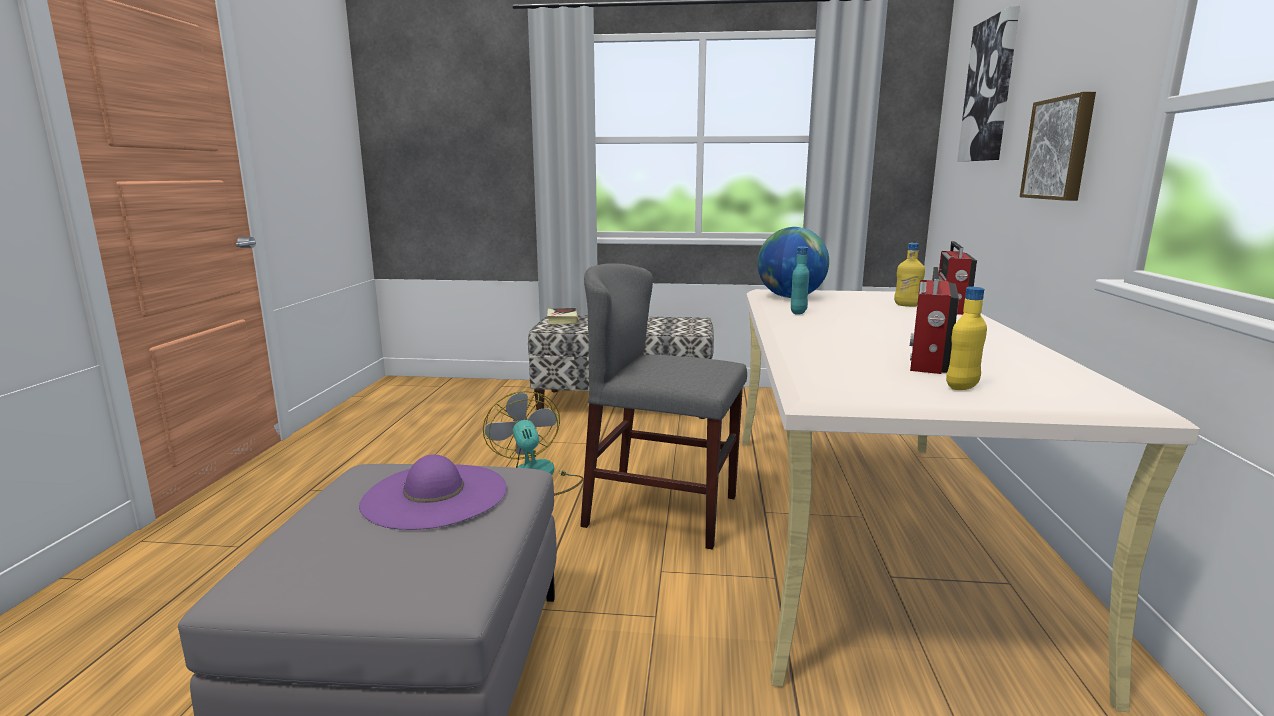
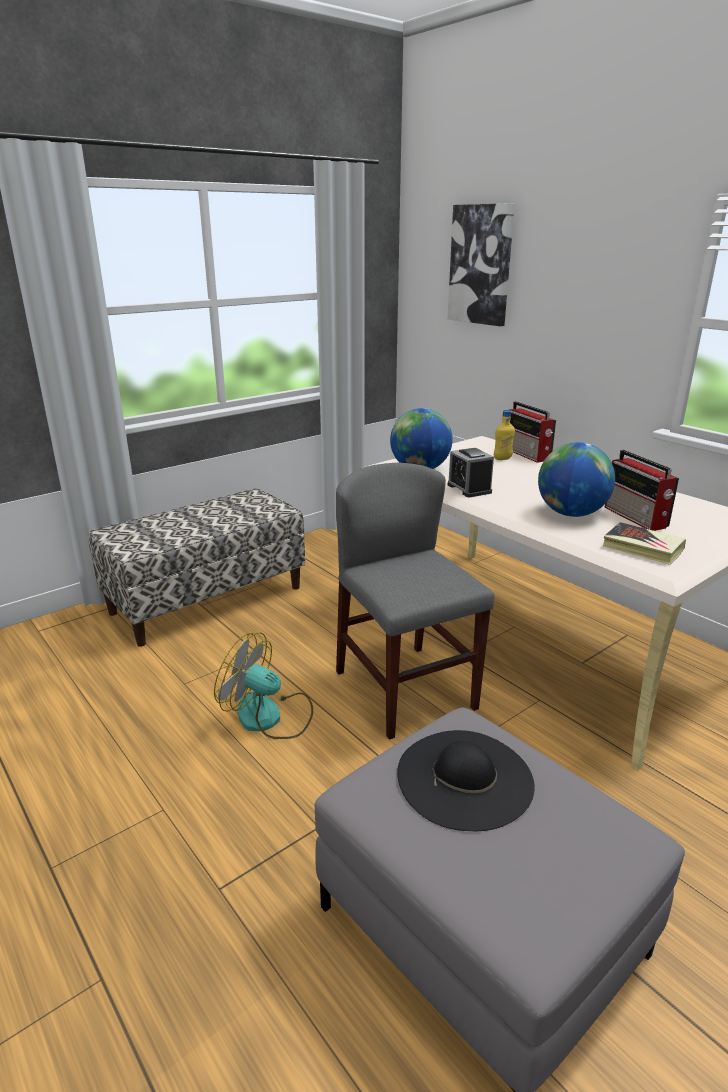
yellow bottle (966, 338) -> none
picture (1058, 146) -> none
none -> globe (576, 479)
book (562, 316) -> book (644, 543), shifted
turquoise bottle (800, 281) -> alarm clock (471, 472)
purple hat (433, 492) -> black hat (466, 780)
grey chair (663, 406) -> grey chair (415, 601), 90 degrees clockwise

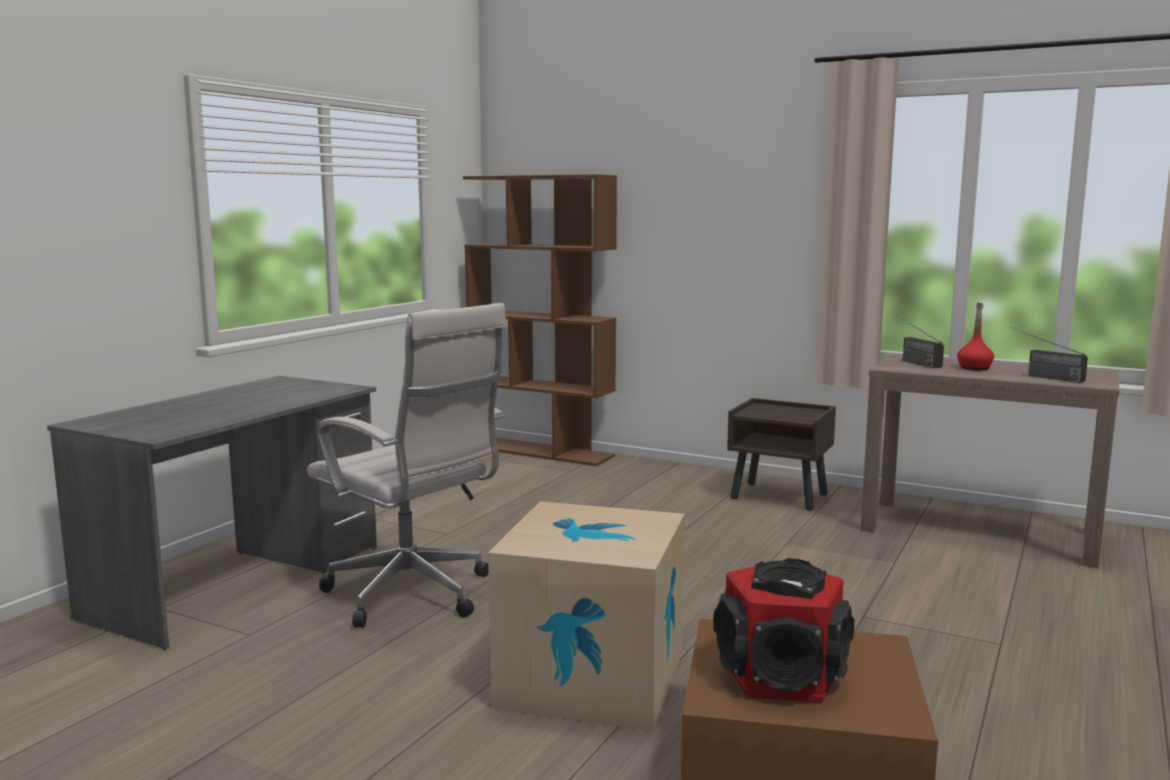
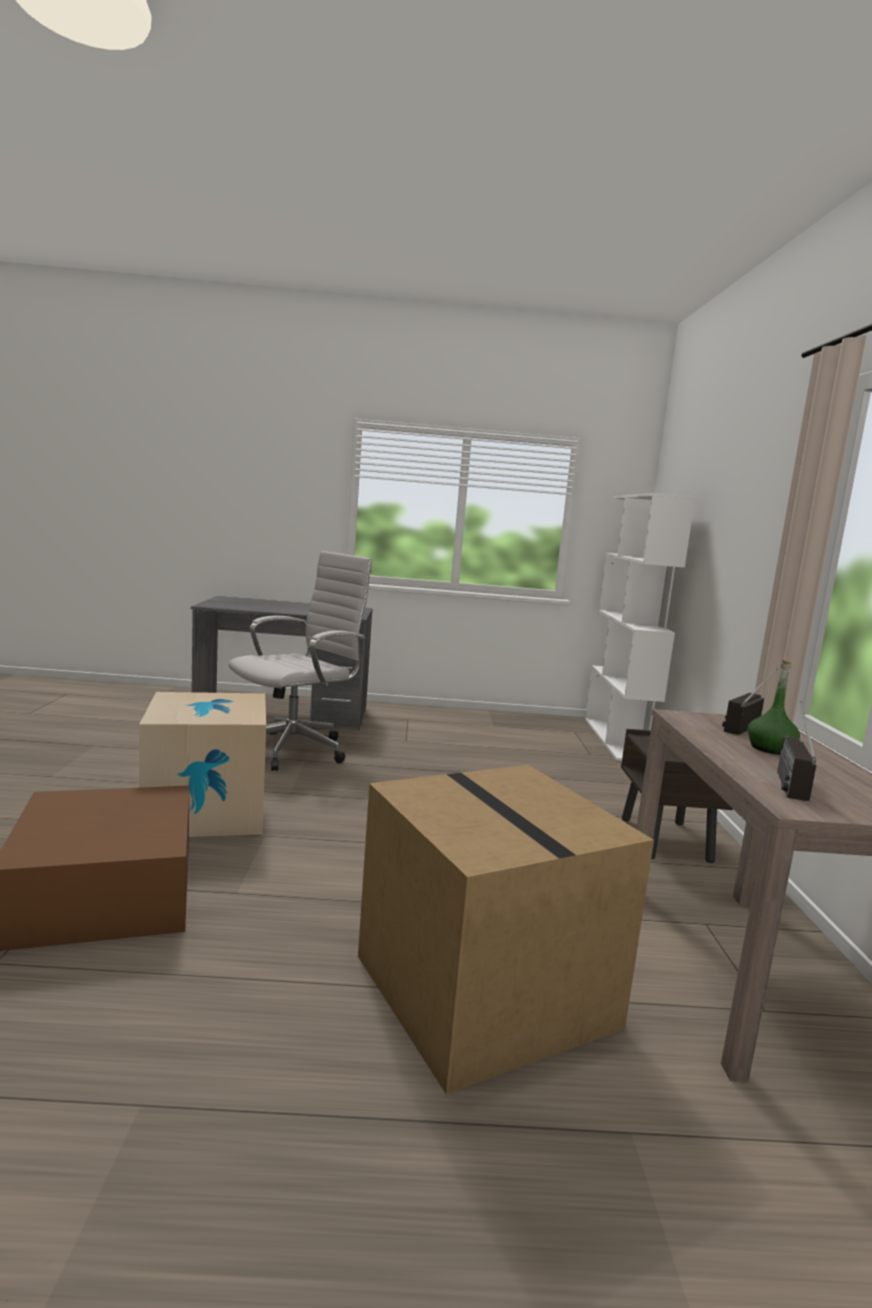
speaker (783, 630) -> none
none -> cardboard box (506, 929)
brown bookcase (540, 320) -> white bookcase (640, 627)
red bottle (975, 337) -> green bottle (774, 707)
white office chair (407, 465) -> white office chair (300, 661), 150 degrees counterclockwise

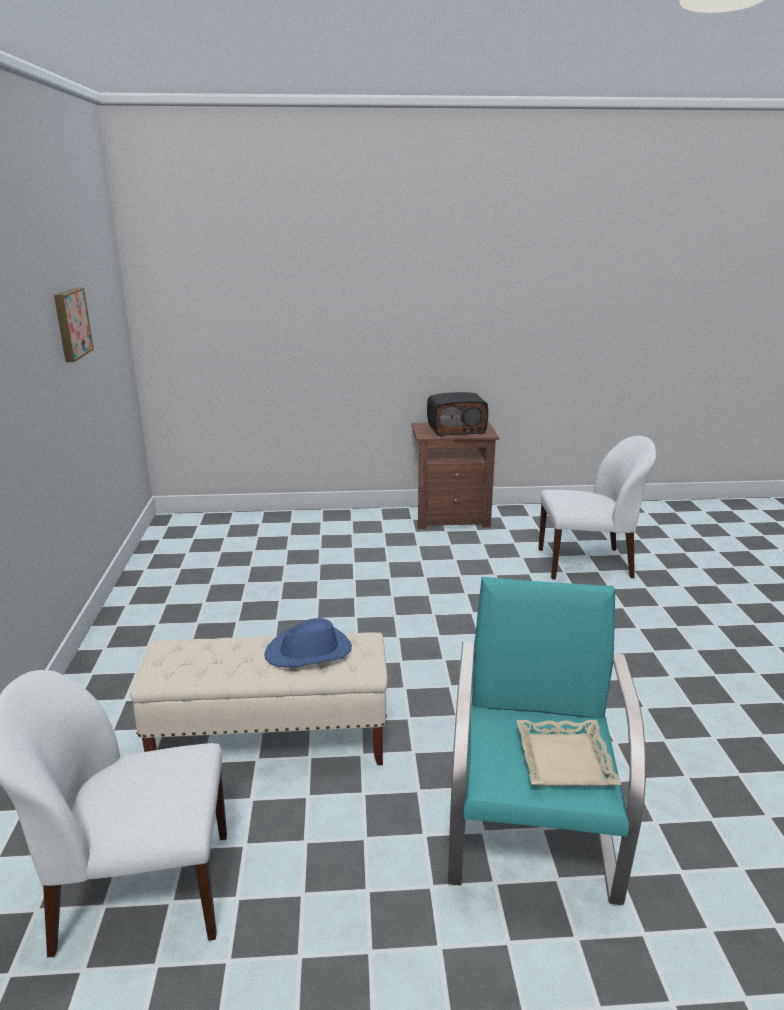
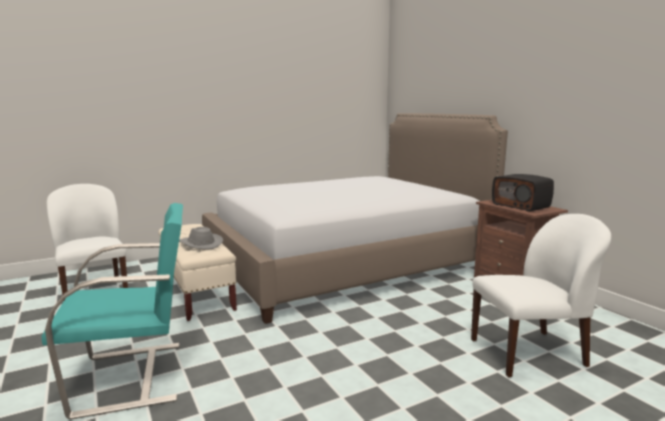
picture (74, 324) -> none
beige tray (569, 753) -> none
none -> bed (355, 218)
blue hat (308, 642) -> grey hat (201, 238)
white chair (597, 507) -> white chair (541, 295), 75 degrees counterclockwise

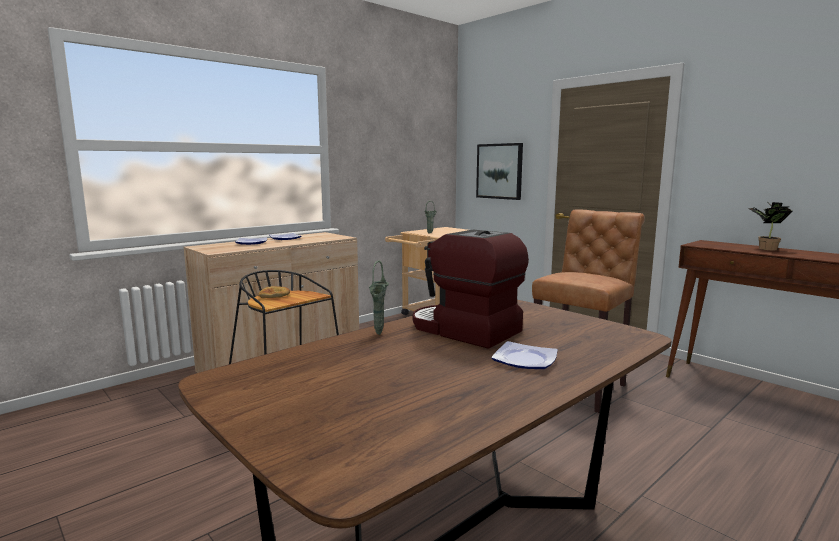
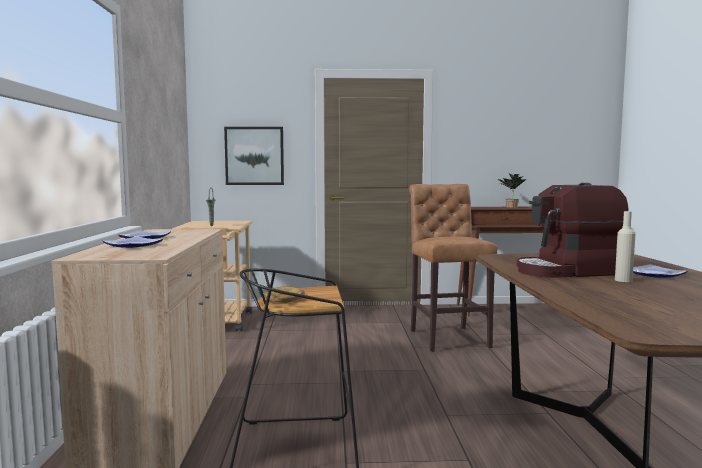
green vase (379, 297) -> none
none -> beige bottle (625, 246)

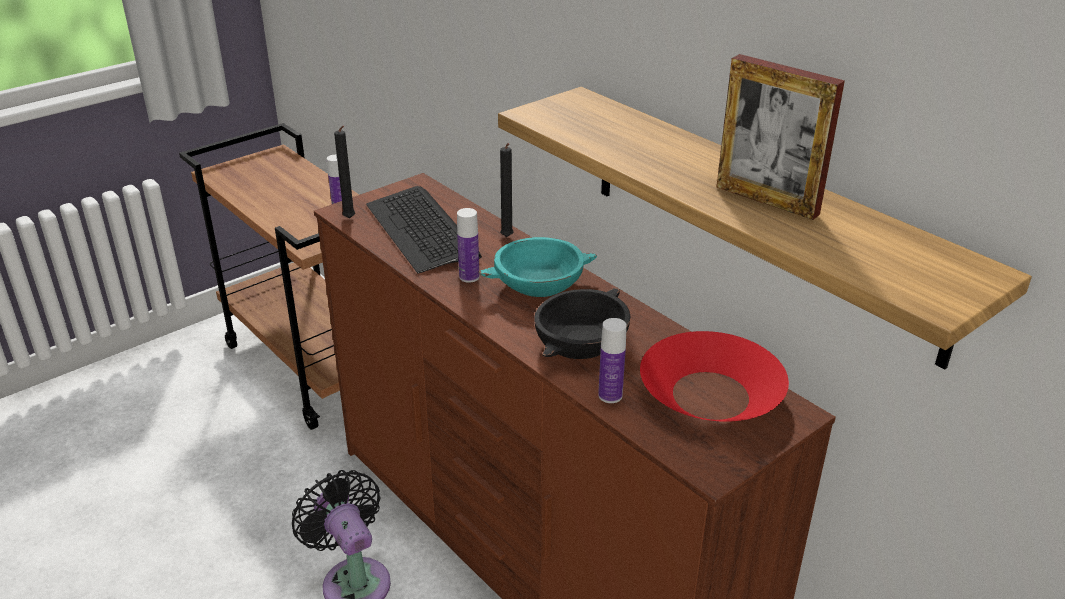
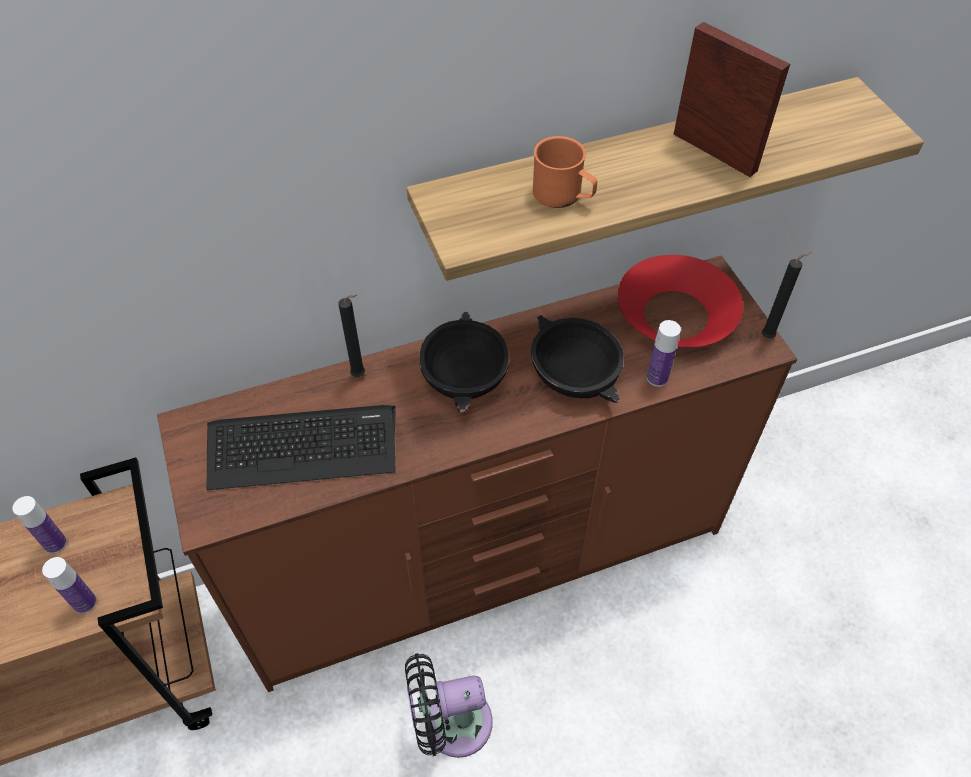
none -> orange mug (565, 172)
black candle (344, 172) -> black candle (787, 295), shifted
bottle (468, 245) -> bottle (69, 585), shifted
turquoise bowl (538, 267) -> black bowl (464, 362)
picture frame (781, 137) -> picture frame (731, 99), 105 degrees counterclockwise

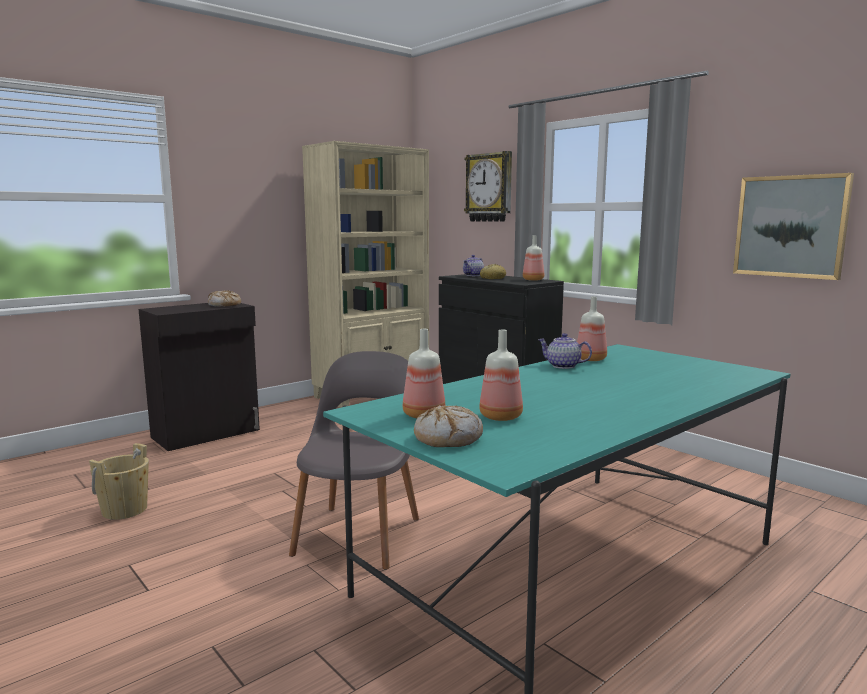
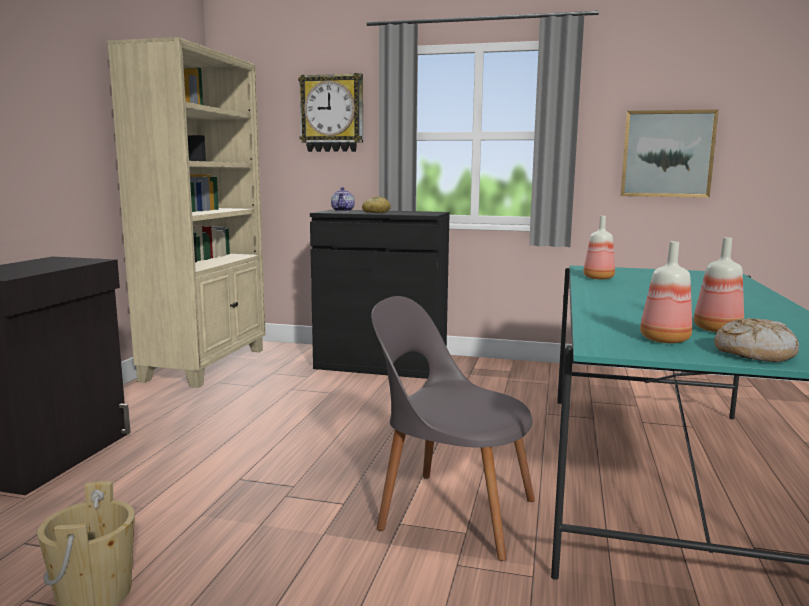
bread (224, 298) -> none
bottle (533, 258) -> none
teapot (565, 351) -> none
grey chair (354, 460) -> grey chair (453, 428), 45 degrees counterclockwise

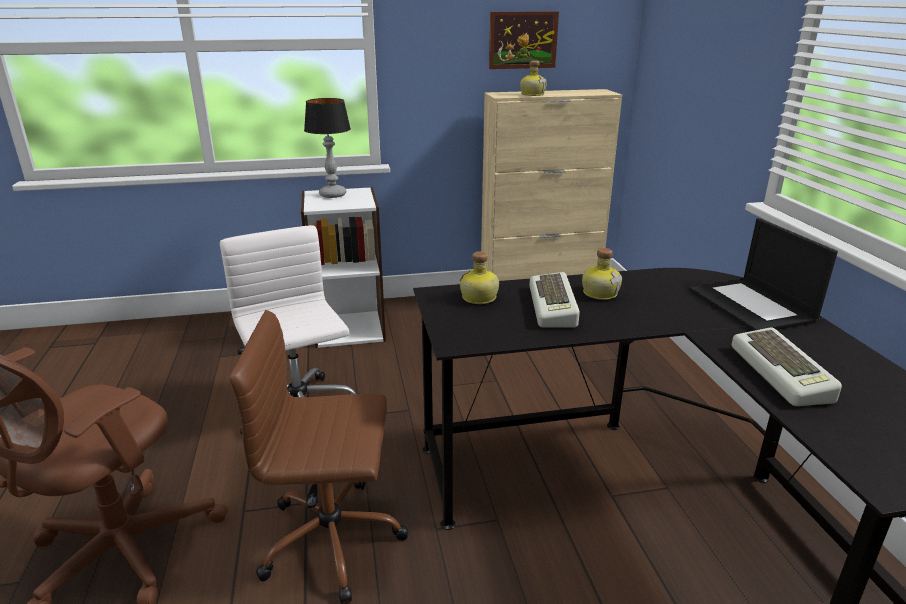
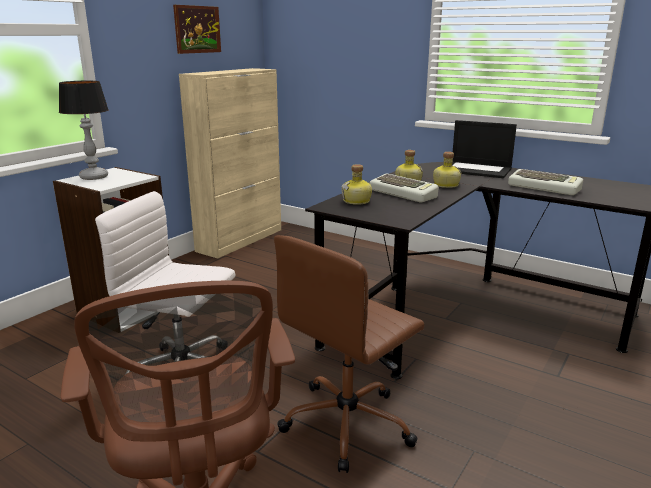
bottle (533, 78) -> bottle (447, 170), shifted

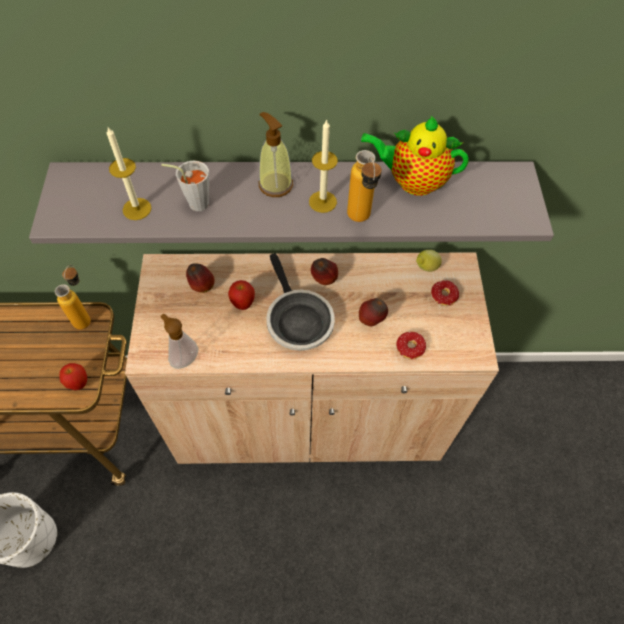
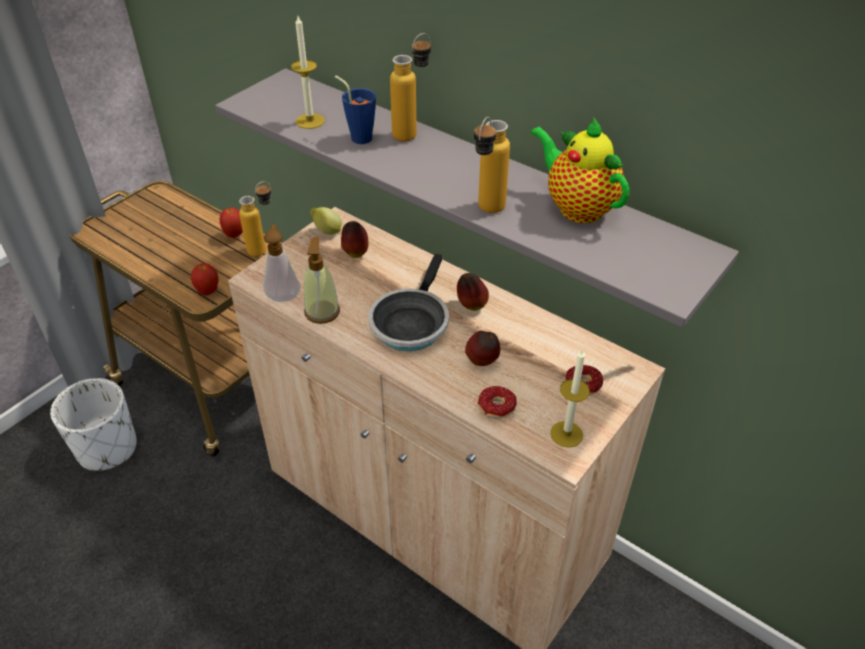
none -> bottle (410, 87)
apple (241, 295) -> apple (231, 223), shifted
soap dispenser (276, 154) -> soap dispenser (322, 280), shifted
candle (323, 166) -> candle (570, 398), shifted
lemon (429, 261) -> lemon (326, 221), shifted
grey cup (185, 185) -> blue cup (355, 109)

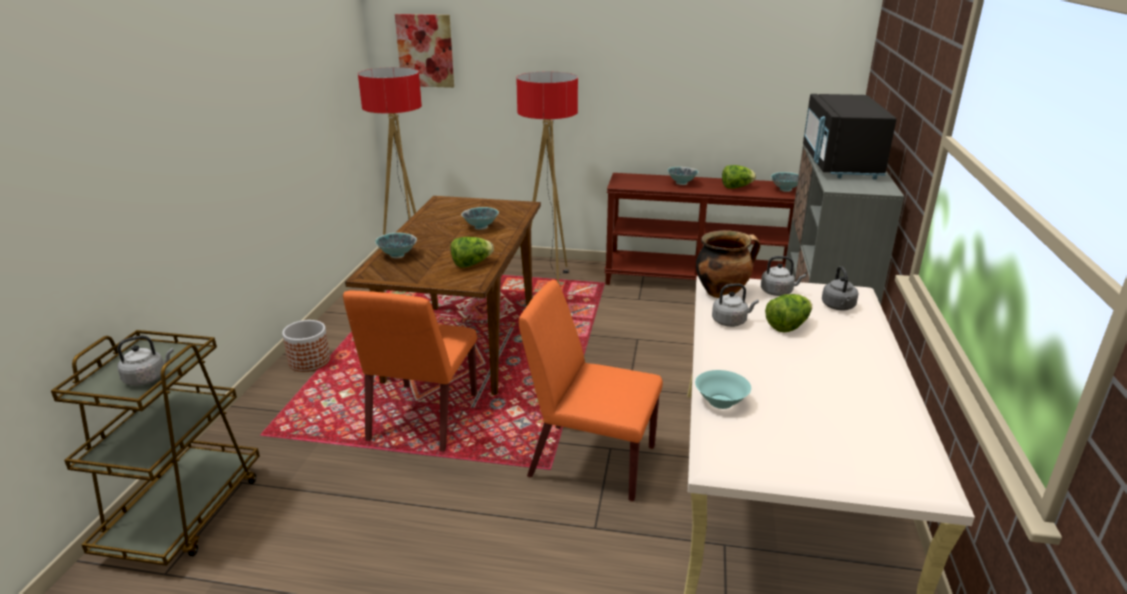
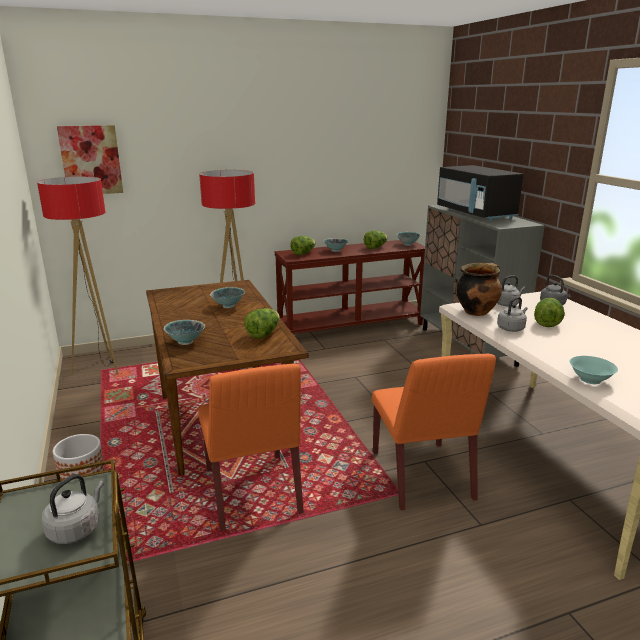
none -> lettuce (303, 245)
orange chair (590, 390) -> orange chair (434, 432), 90 degrees counterclockwise

